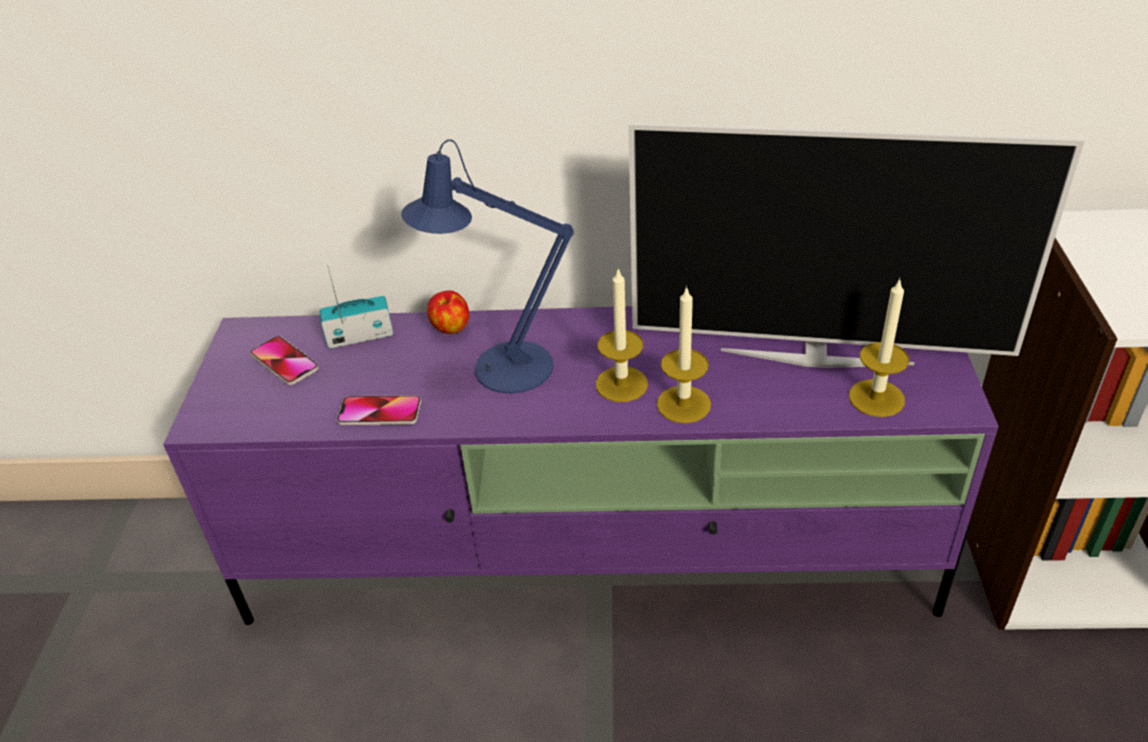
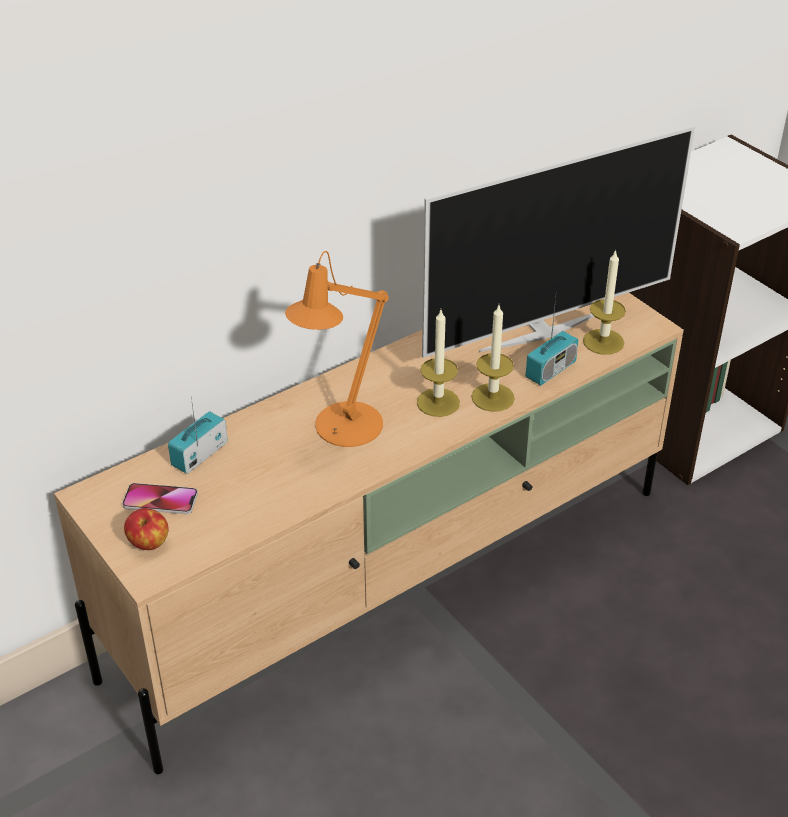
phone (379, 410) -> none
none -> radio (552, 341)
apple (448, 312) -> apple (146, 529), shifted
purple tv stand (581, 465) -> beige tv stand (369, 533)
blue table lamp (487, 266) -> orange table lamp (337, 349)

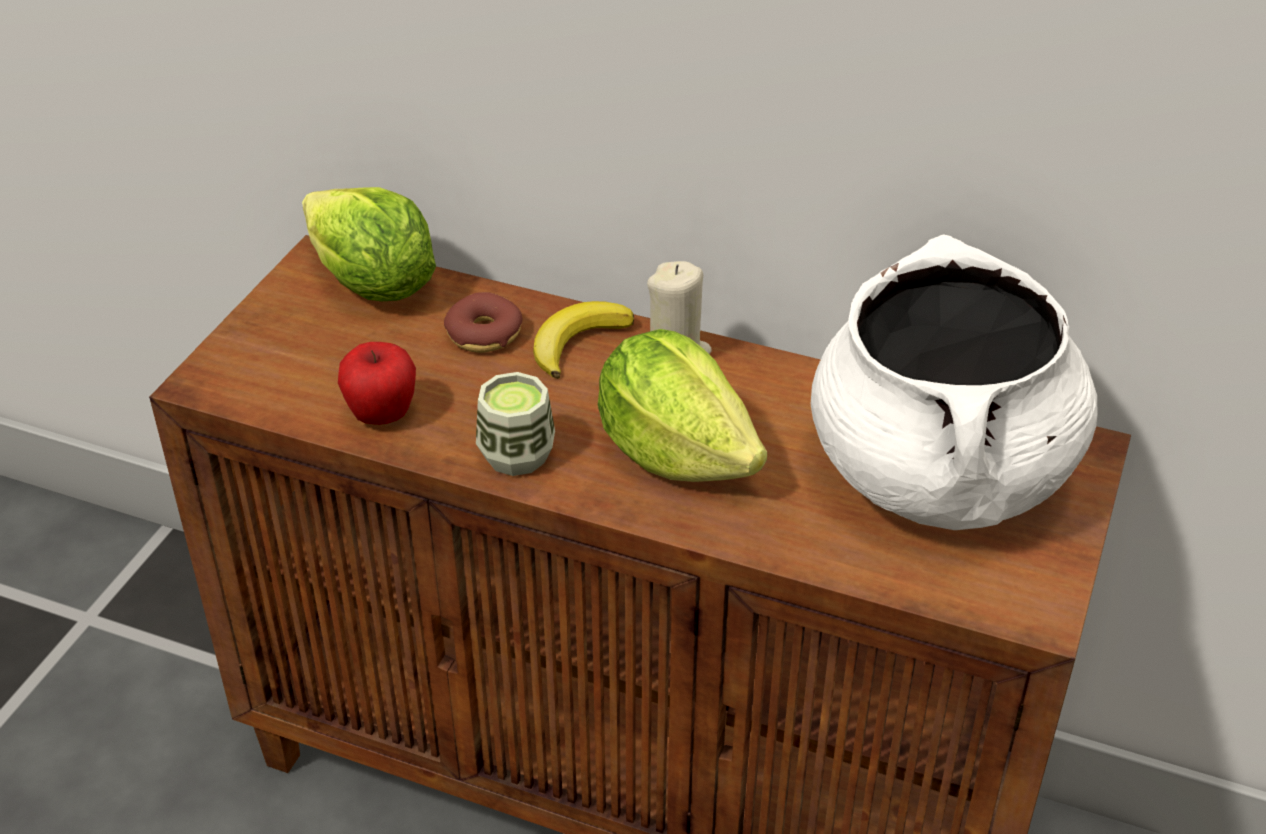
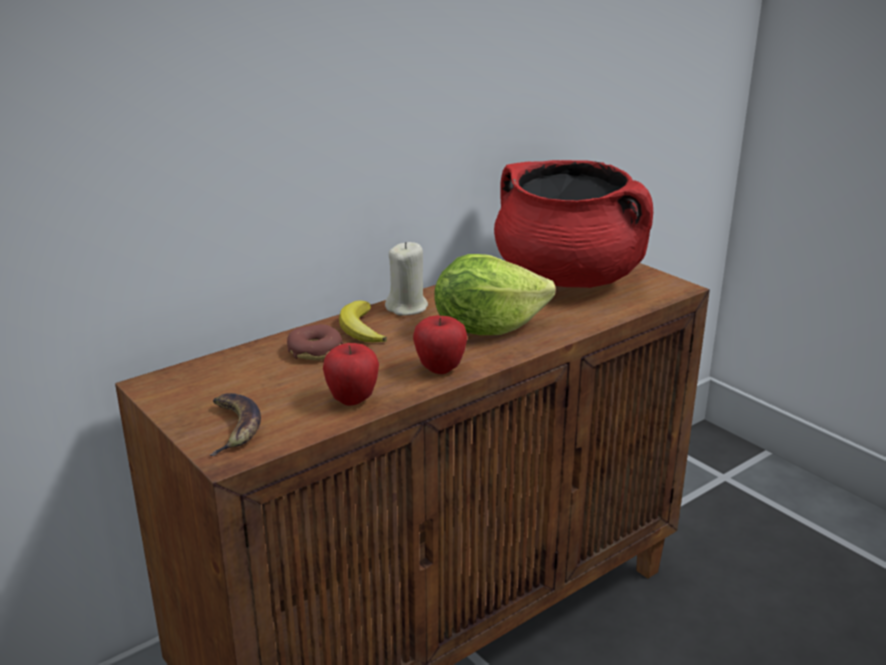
lettuce (369, 244) -> none
none -> banana (235, 424)
cup (515, 424) -> apple (440, 345)
white cooking pot (954, 382) -> red cooking pot (573, 224)

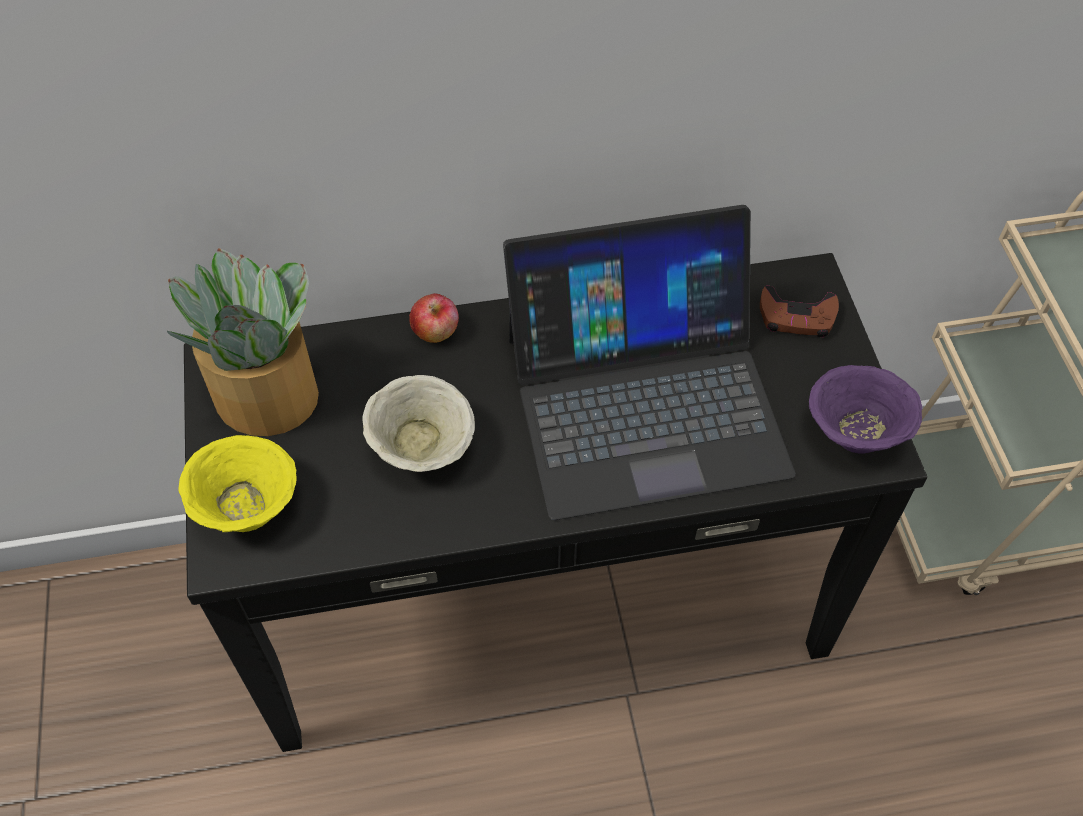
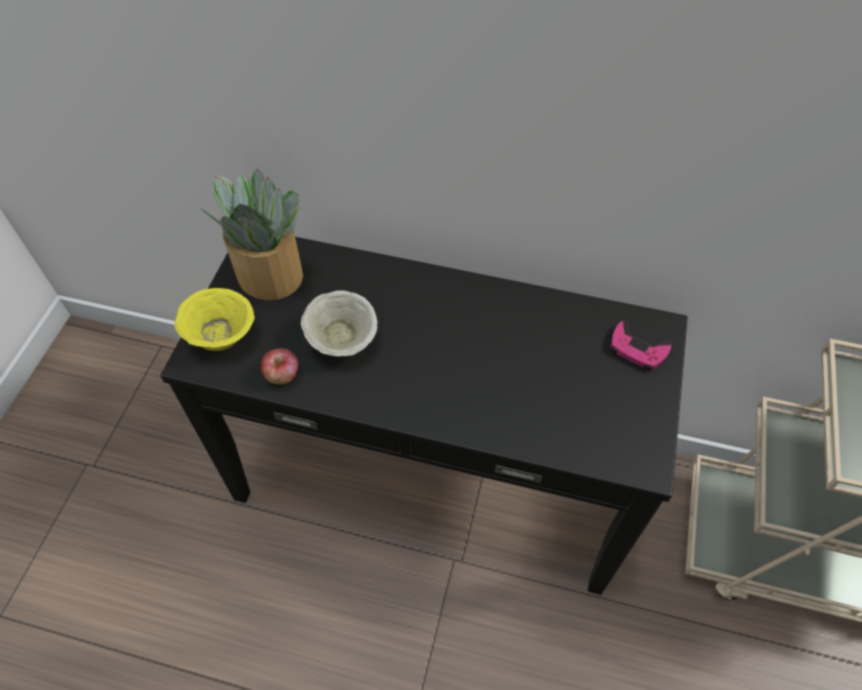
laptop (649, 362) -> none
purple bowl (865, 409) -> none
apple (434, 318) -> apple (279, 366), shifted
brown game controller (799, 311) -> pink game controller (640, 345)

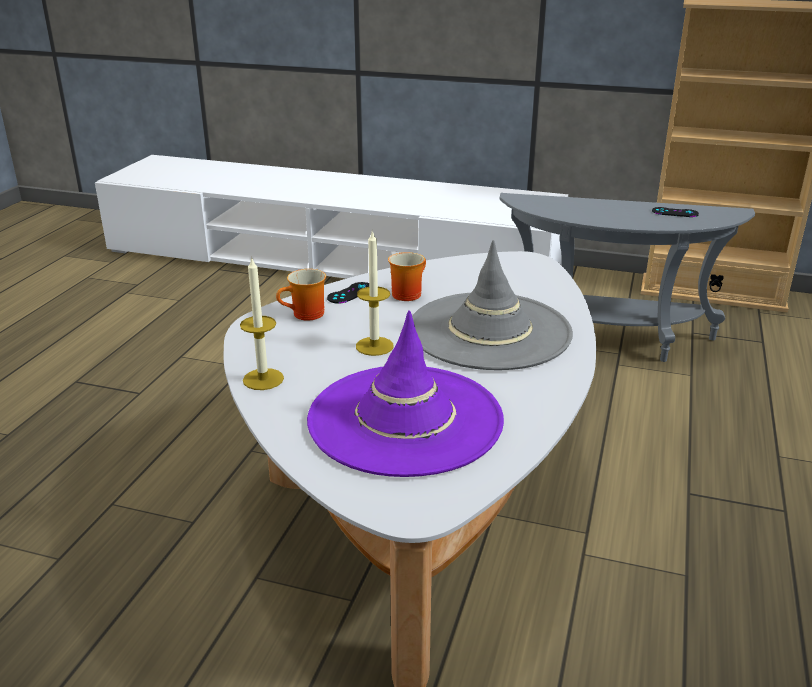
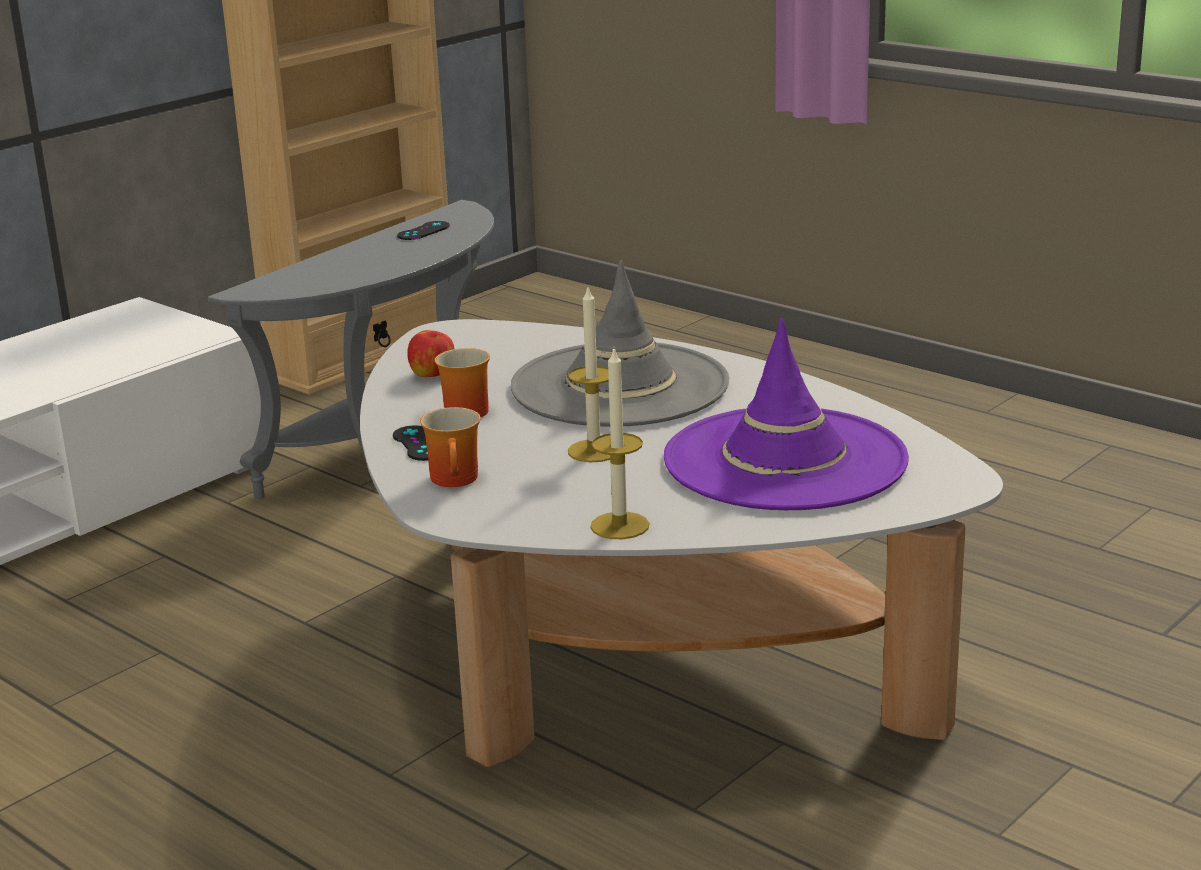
none -> apple (430, 353)

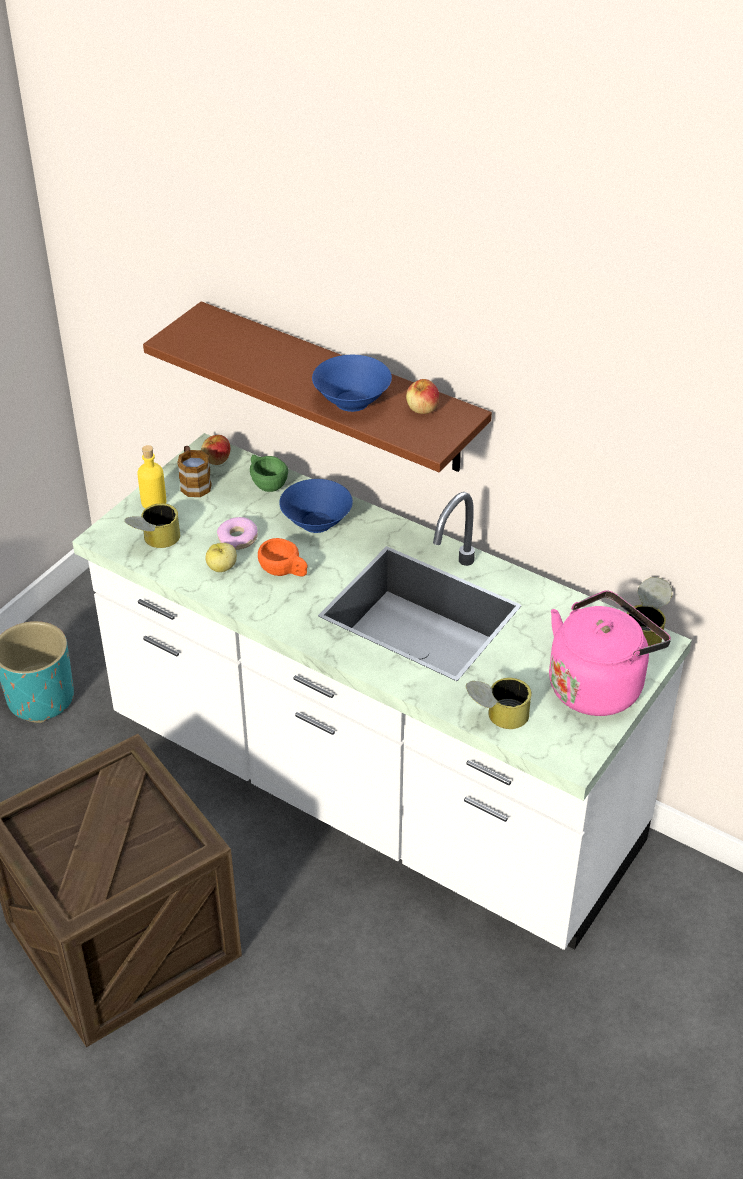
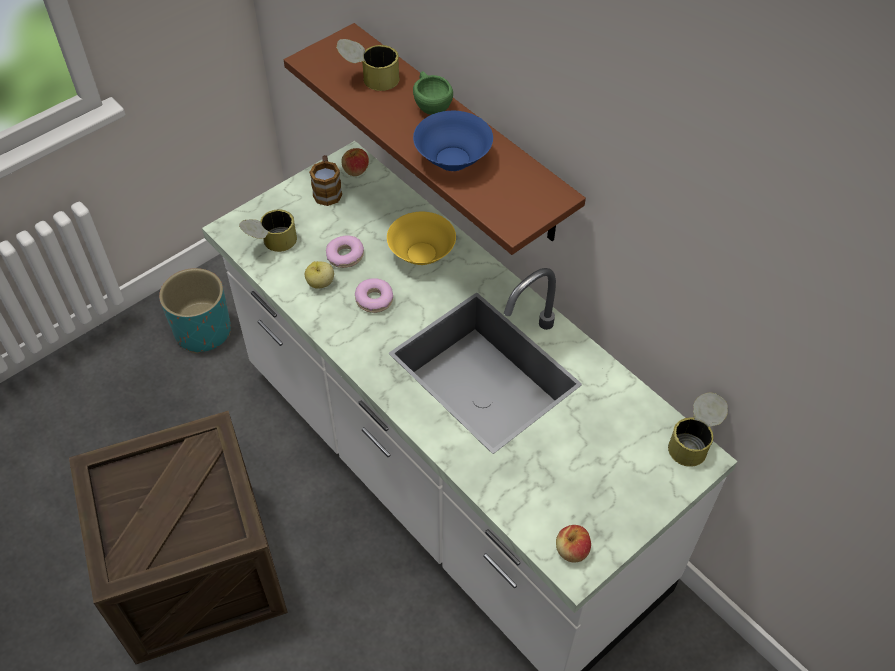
yellow bottle (151, 477) -> none
pink kettle (610, 653) -> none
green cup (269, 473) -> green cup (433, 93), shifted
apple (422, 396) -> apple (573, 543), shifted
can (499, 703) -> can (368, 65), shifted
orange cup (283, 557) -> donut (374, 295)
blue bowl (316, 506) -> yellow bowl (421, 238)

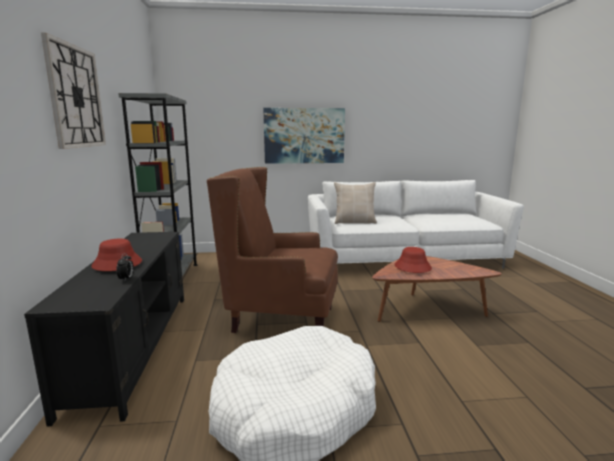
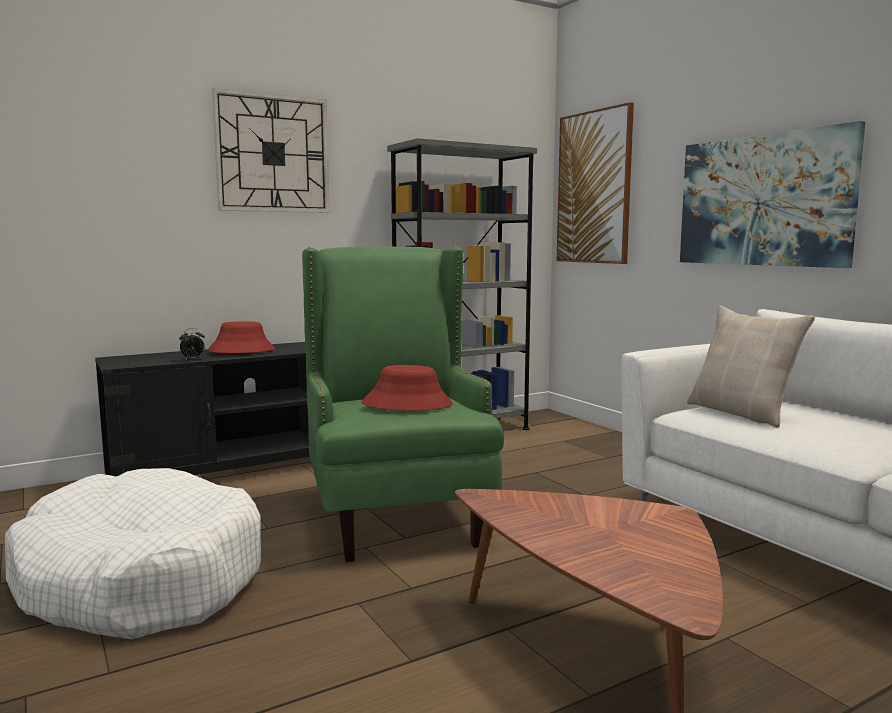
none -> picture (595, 183)
red hat (413, 260) -> red hat (407, 388), shifted
brown armchair (272, 250) -> green armchair (403, 404)

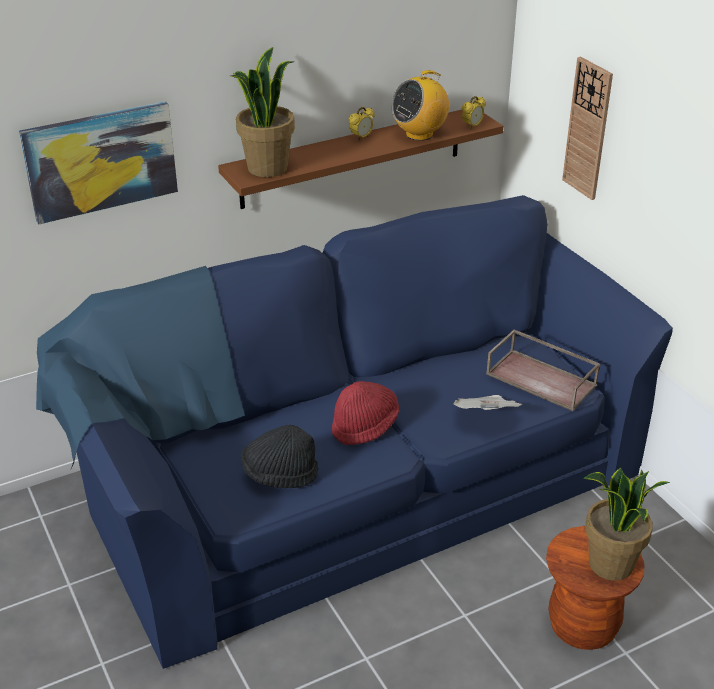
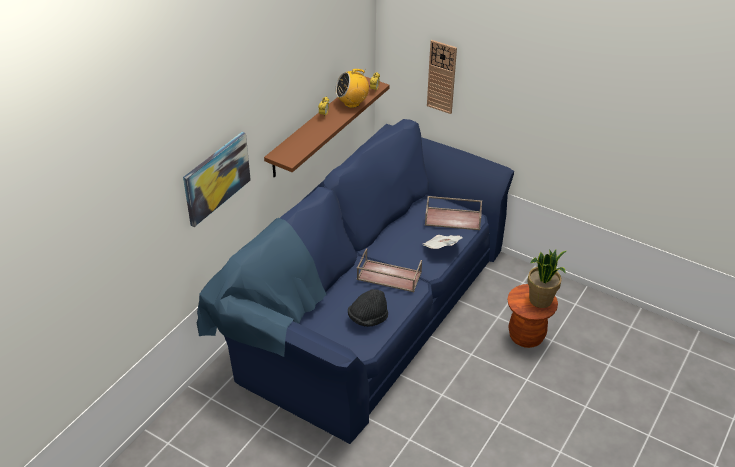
potted plant (263, 112) -> none
red hat (365, 413) -> brown tray (389, 270)
radio (420, 105) -> radio (352, 88), 45 degrees clockwise

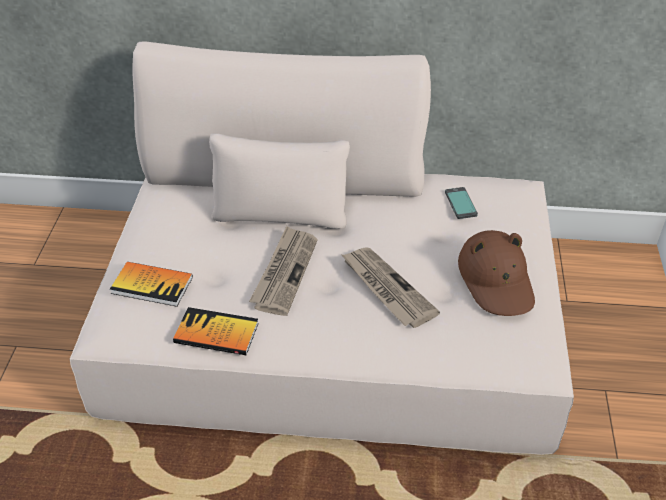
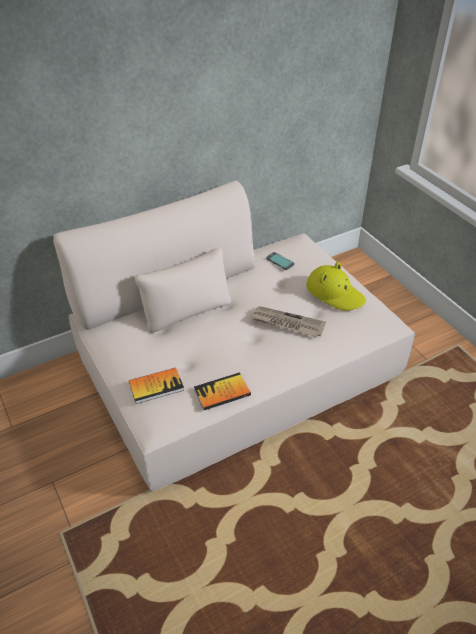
newspaper (283, 271) -> none
brown hat (496, 273) -> yellow hat (336, 286)

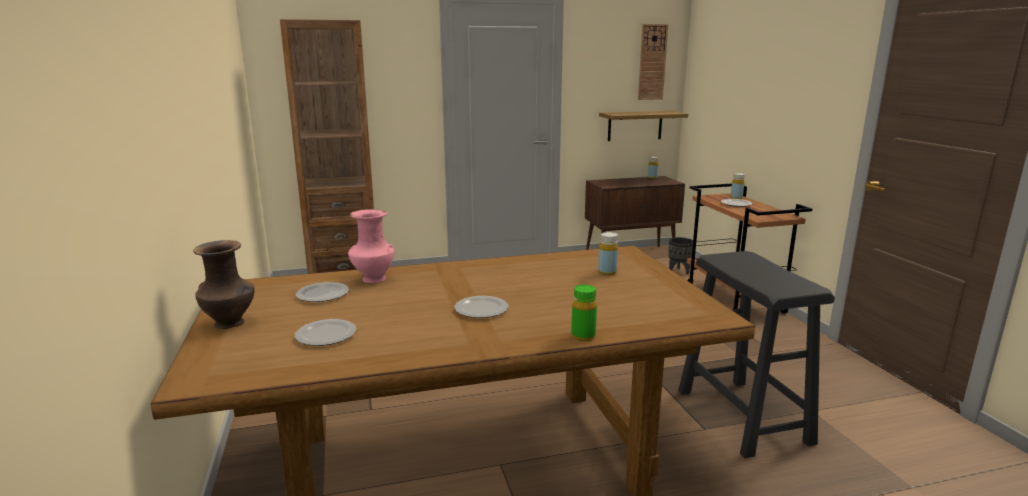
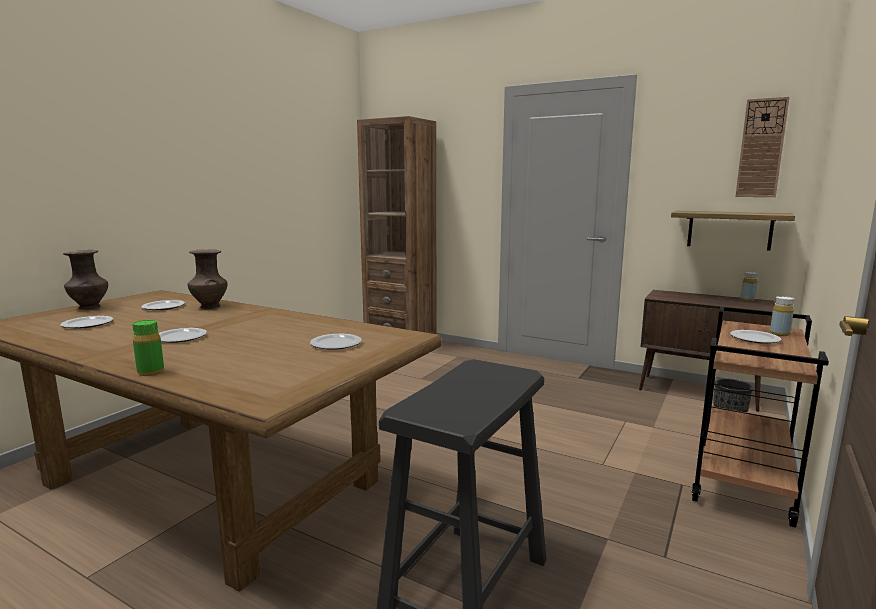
yellow bottle (608, 254) -> plate (336, 342)
pink vase (371, 246) -> brown vase (208, 279)

